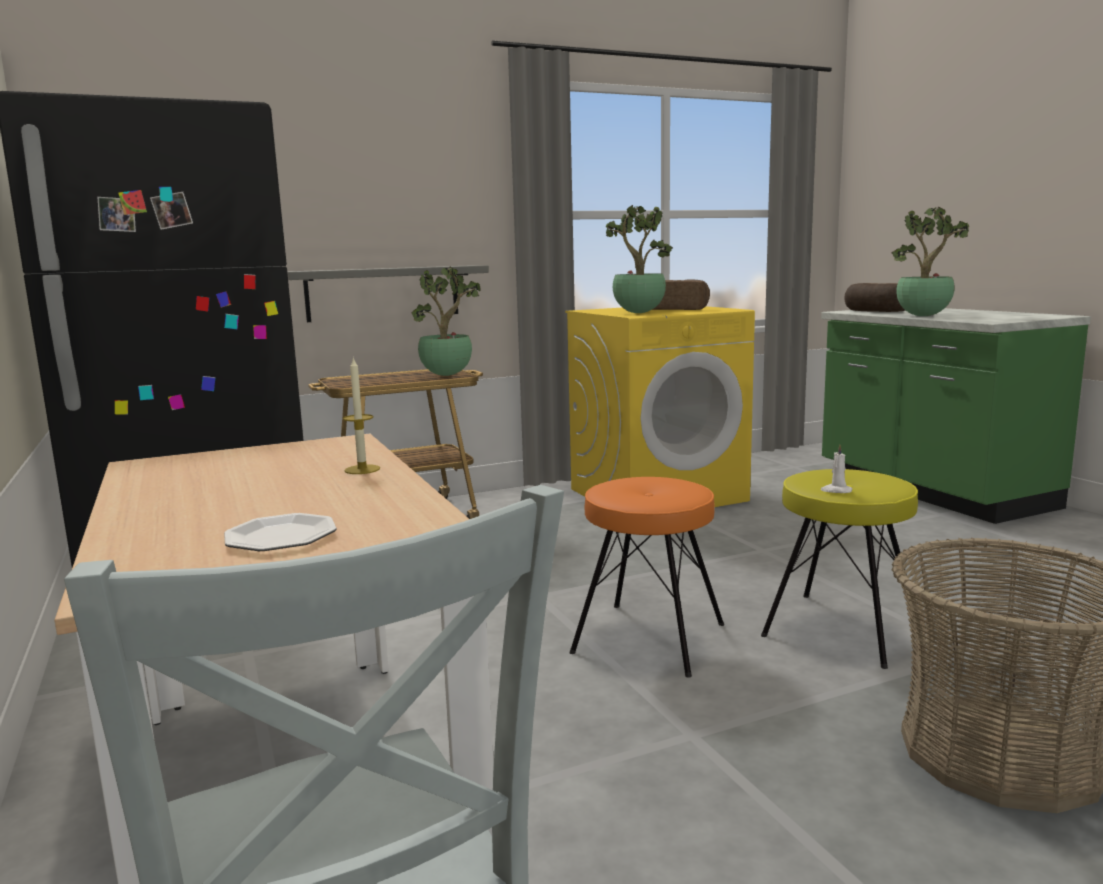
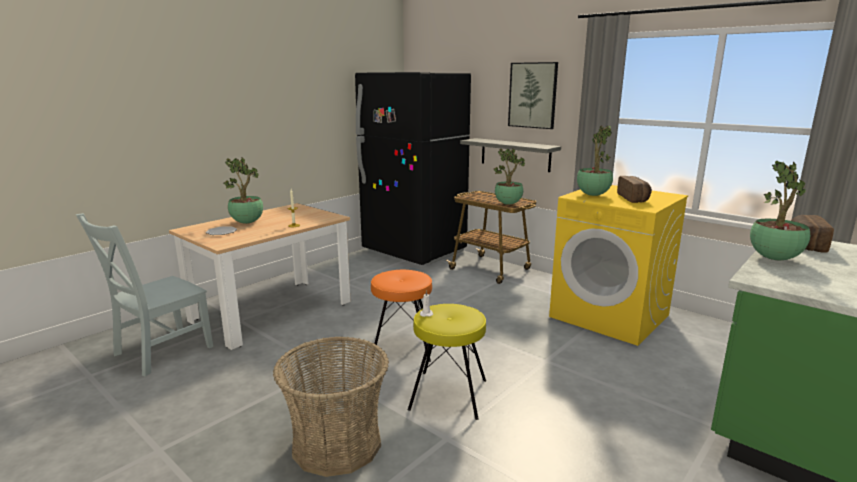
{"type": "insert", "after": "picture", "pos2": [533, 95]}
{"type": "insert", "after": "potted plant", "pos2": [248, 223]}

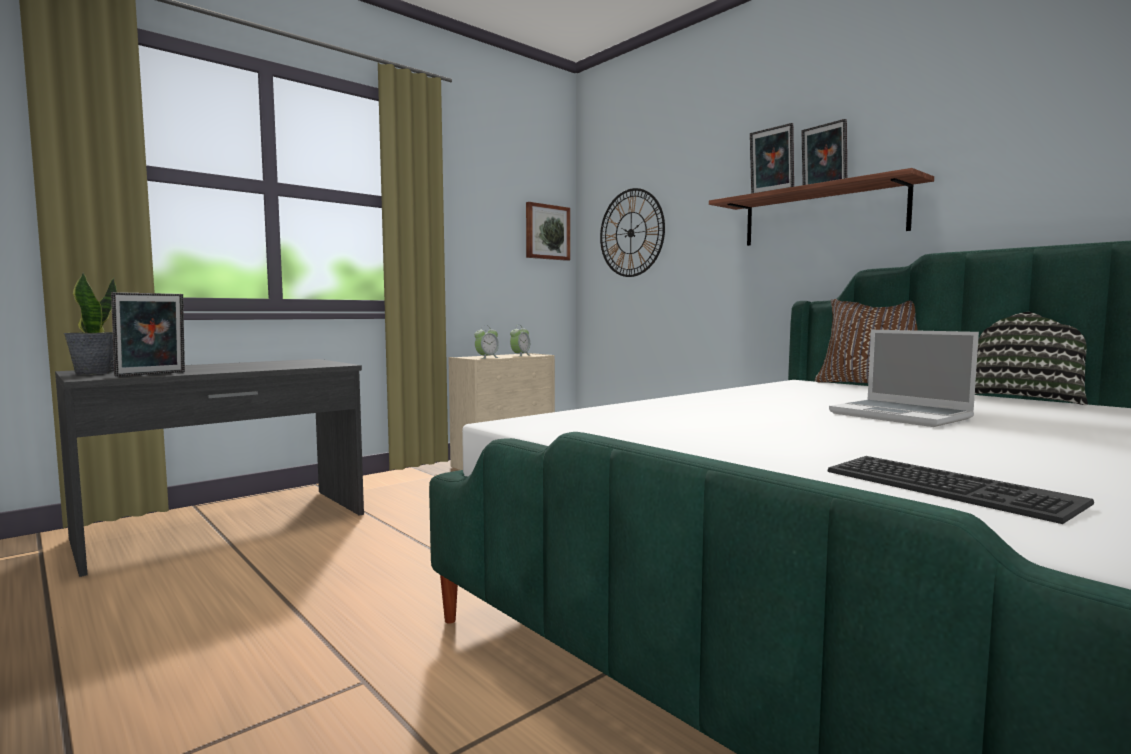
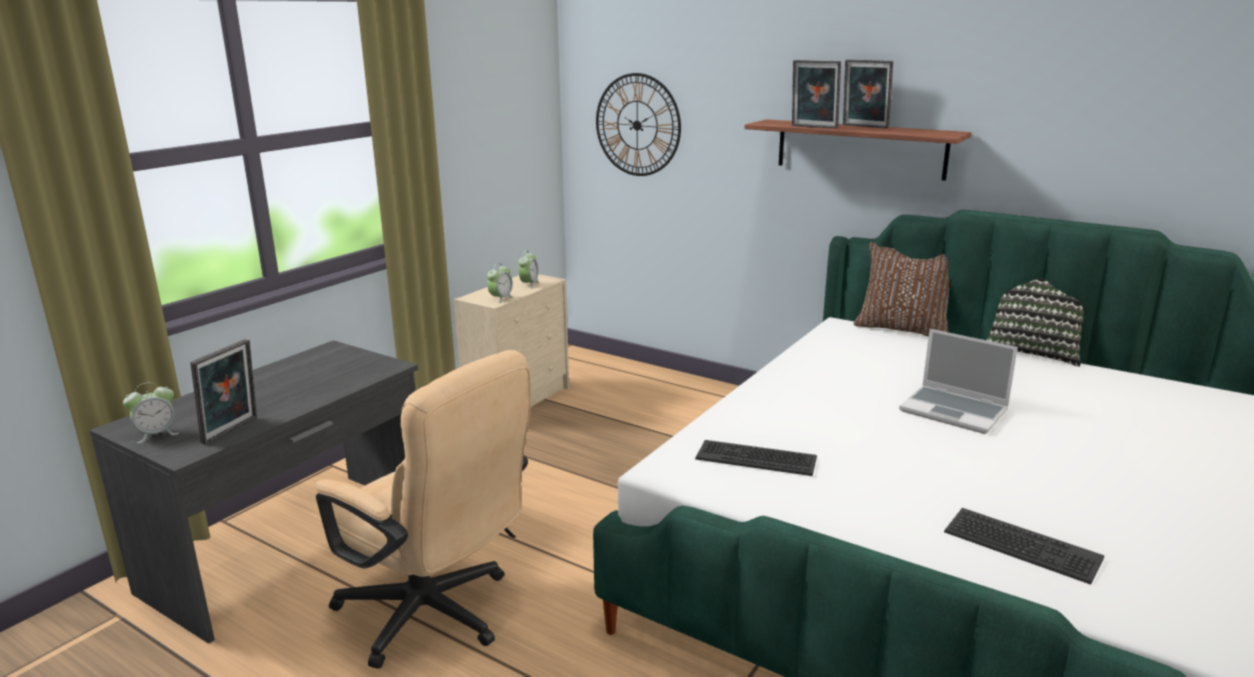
{"type": "delete", "before": "picture", "pos1": [547, 232]}
{"type": "replace", "before": "potted plant", "after": "alarm clock", "pos1": [94, 373], "pos2": [157, 434]}
{"type": "insert", "after": "beige office chair", "pos2": [436, 616]}
{"type": "insert", "after": "keyboard", "pos2": [756, 458]}

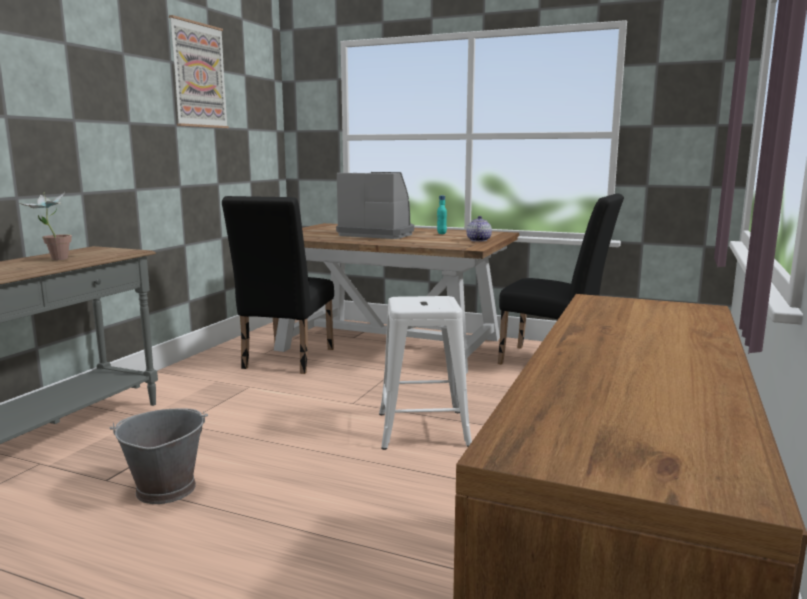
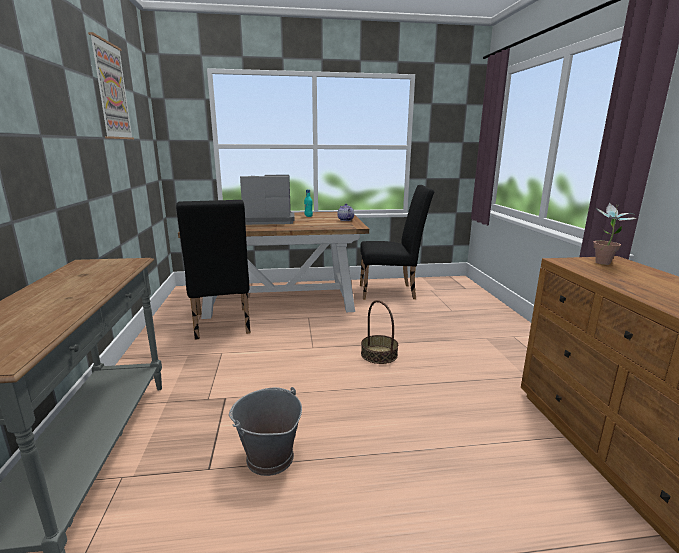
{"type": "move", "before": "potted plant", "pos1": [53, 259], "pos2": [604, 264]}
{"type": "replace", "before": "white stool", "after": "basket", "pos1": [423, 429], "pos2": [379, 354]}

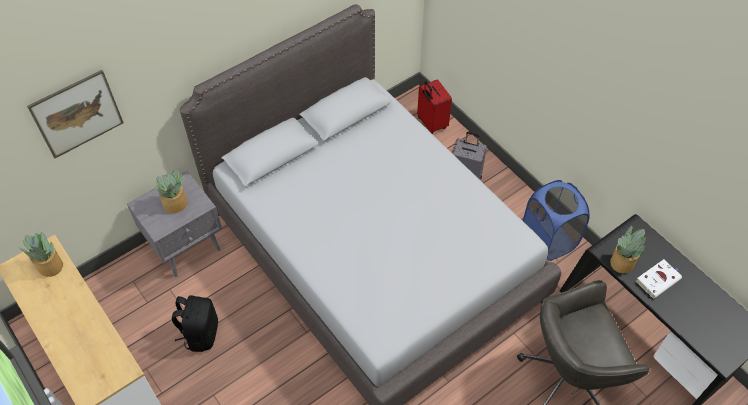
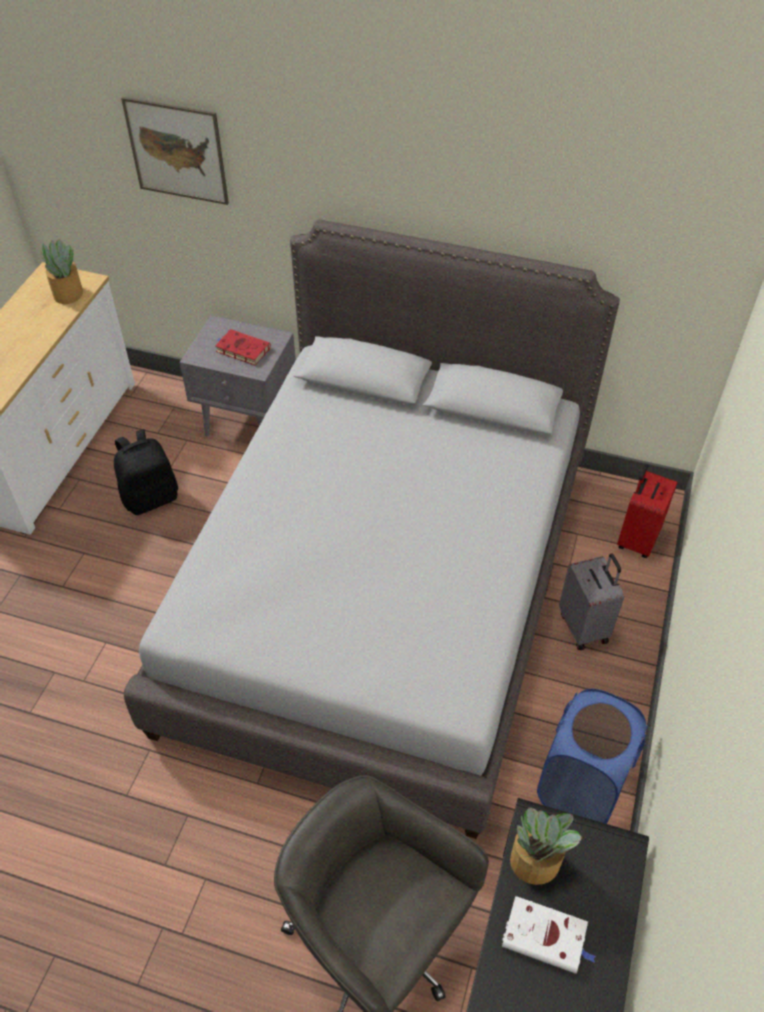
{"type": "replace", "before": "potted plant", "after": "red book", "pos1": [176, 204], "pos2": [241, 349]}

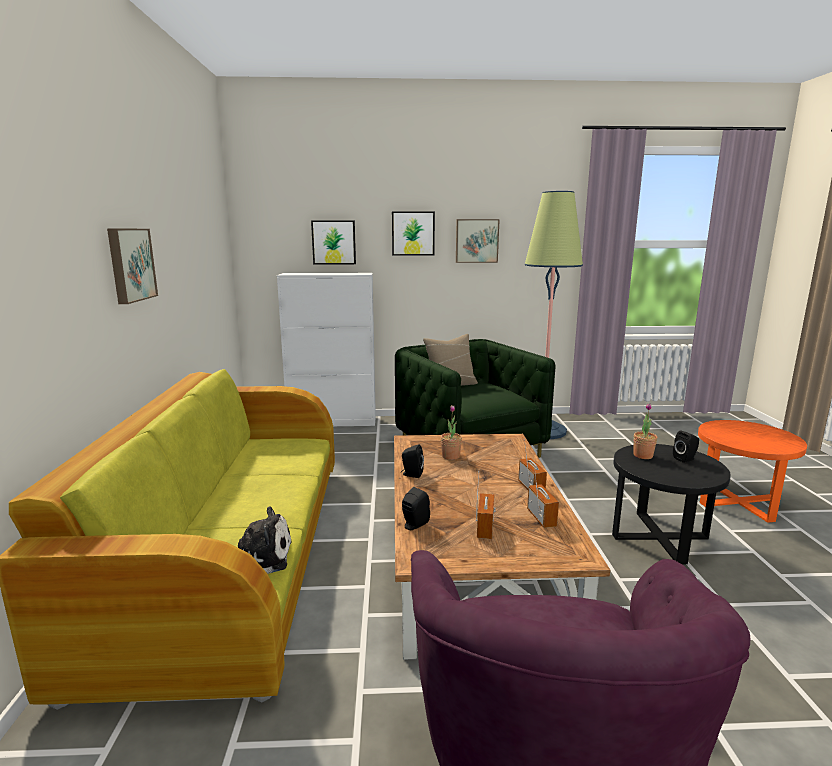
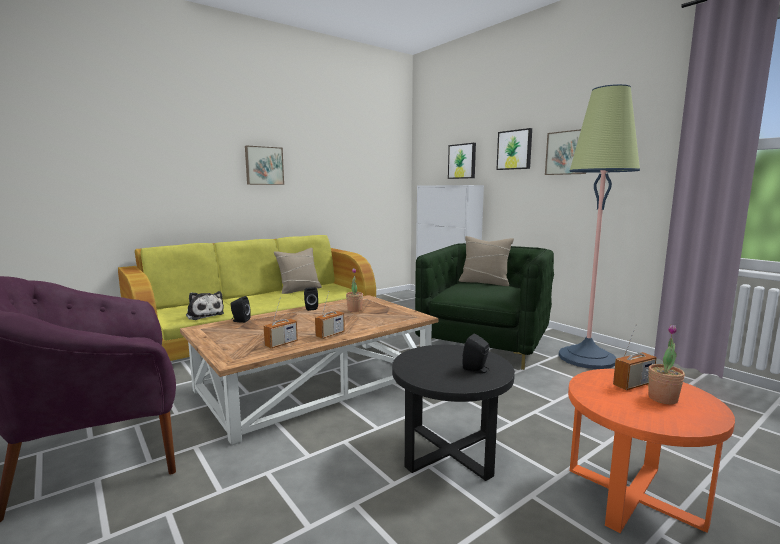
{"type": "move", "before": "potted plant", "pos1": [643, 455], "pos2": [662, 398]}
{"type": "move", "before": "radio", "pos1": [485, 528], "pos2": [633, 384]}
{"type": "insert", "after": "beige pillow", "pos2": [299, 290]}

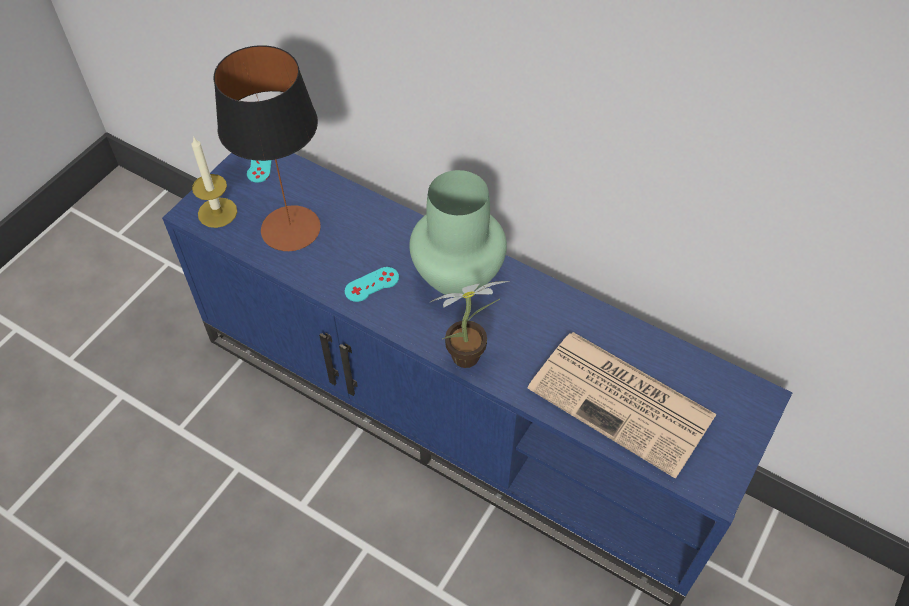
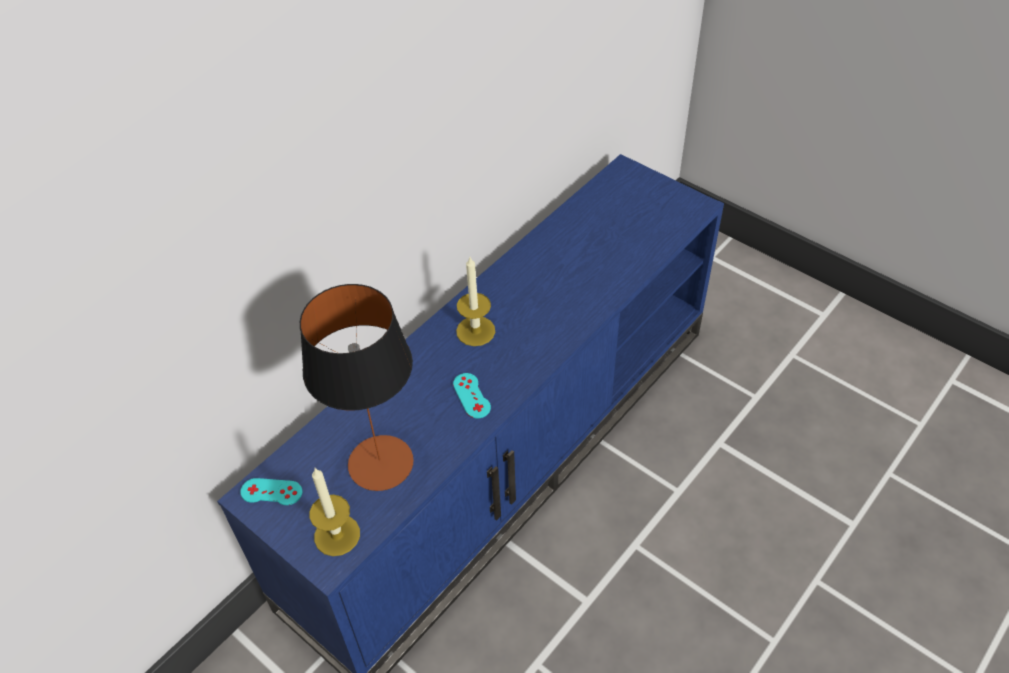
{"type": "replace", "before": "green vase", "after": "candle", "pos1": [456, 277], "pos2": [475, 331]}
{"type": "delete", "before": "potted plant", "pos1": [471, 355]}
{"type": "delete", "before": "newspaper", "pos1": [624, 402]}

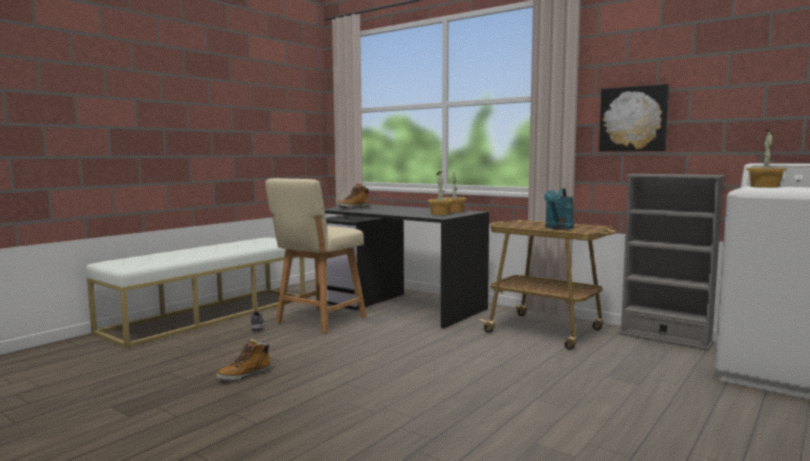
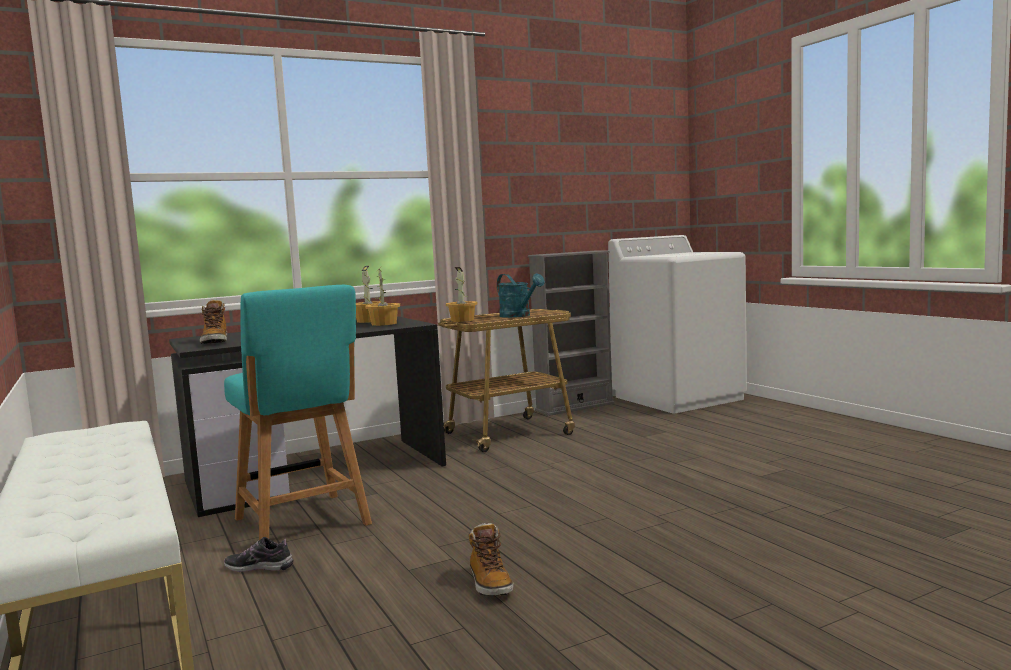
{"type": "delete", "before": "picture", "pos1": [633, 119]}
{"type": "move", "before": "potted plant", "pos1": [764, 186], "pos2": [462, 320]}
{"type": "recolor", "before": "beige chair", "after": "turquoise chair", "pos1": [318, 321], "pos2": [304, 523]}

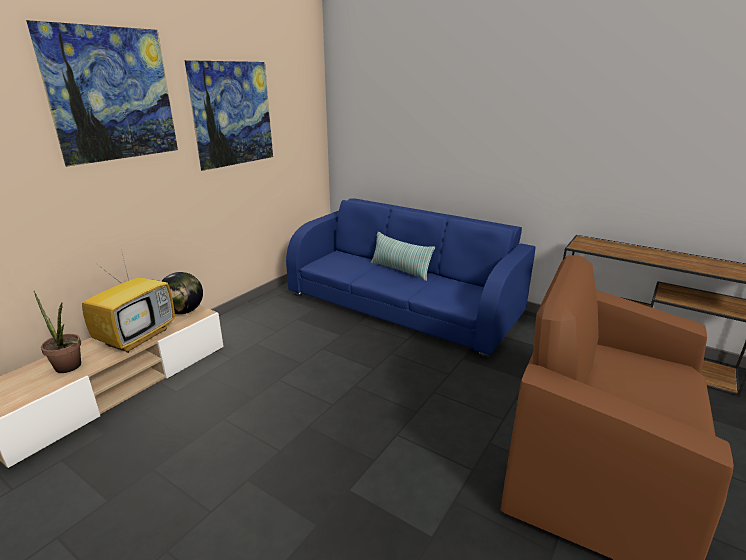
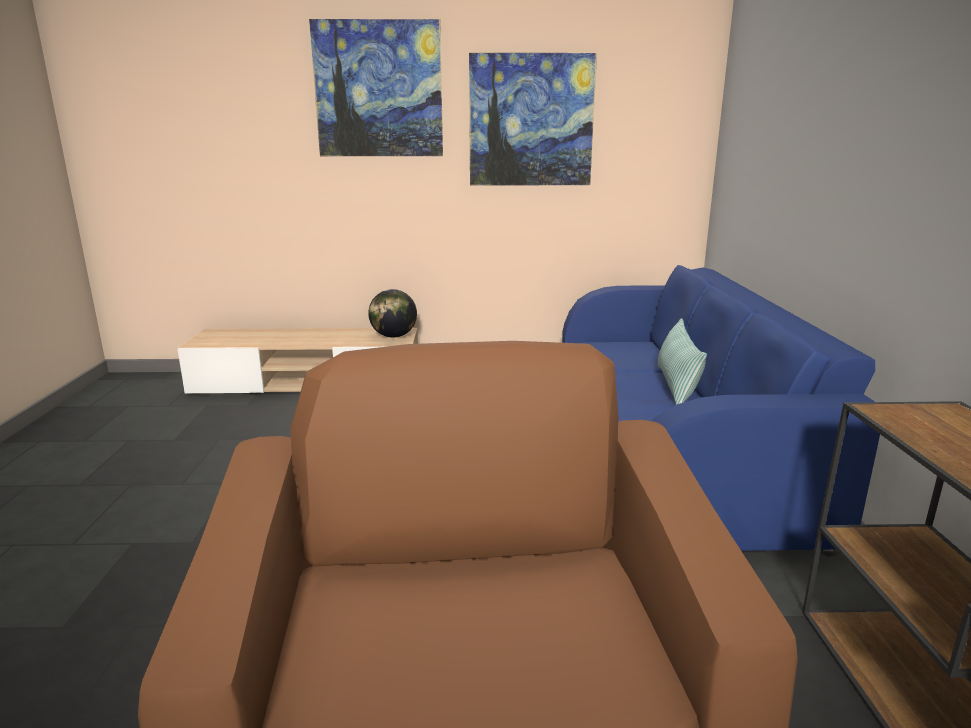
{"type": "delete", "before": "television", "pos1": [138, 337]}
{"type": "delete", "before": "potted plant", "pos1": [70, 368]}

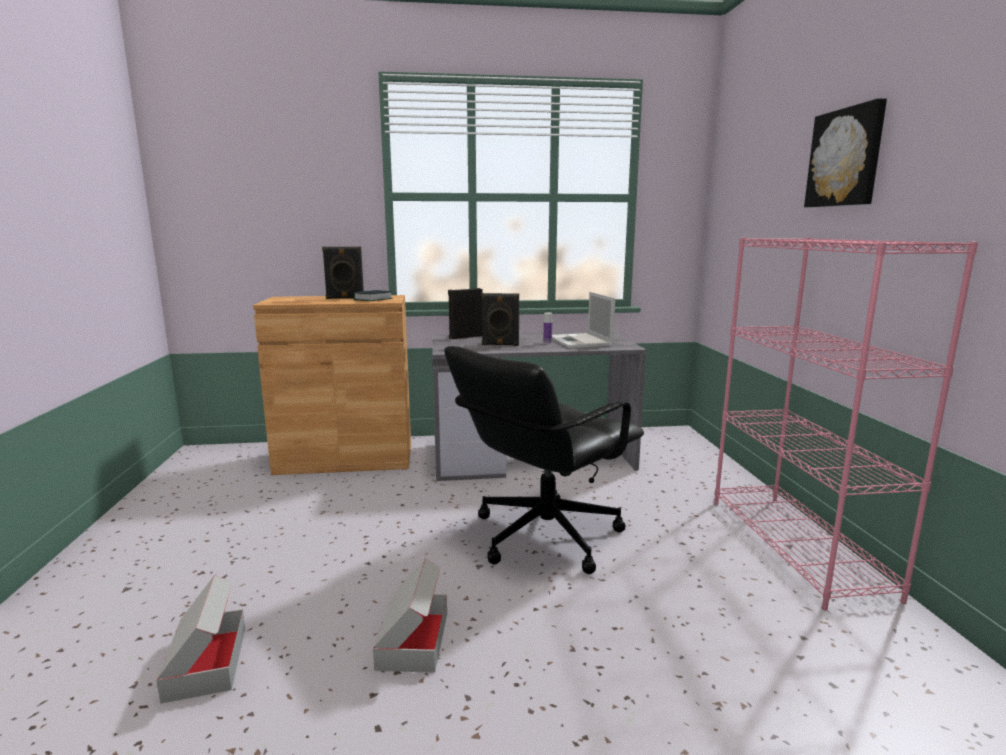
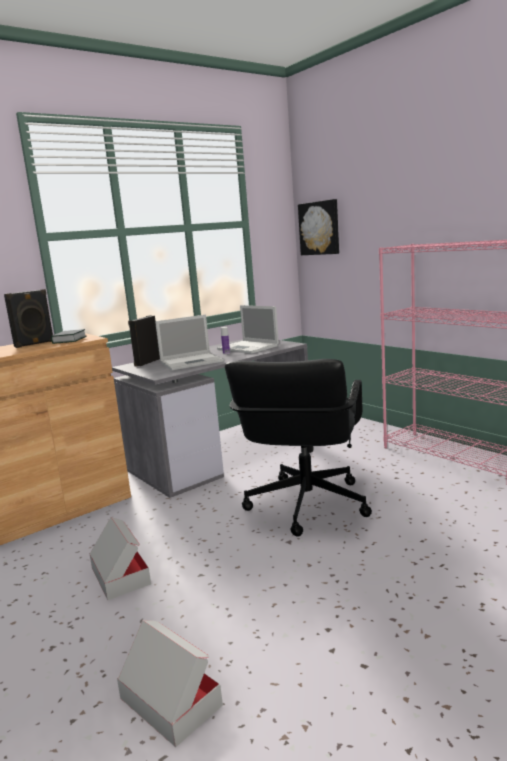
{"type": "move", "before": "picture", "pos1": [846, 158], "pos2": [320, 228]}
{"type": "replace", "before": "black speaker", "after": "laptop", "pos1": [500, 345], "pos2": [192, 362]}
{"type": "move", "before": "cardboard box", "pos1": [413, 640], "pos2": [120, 576]}

